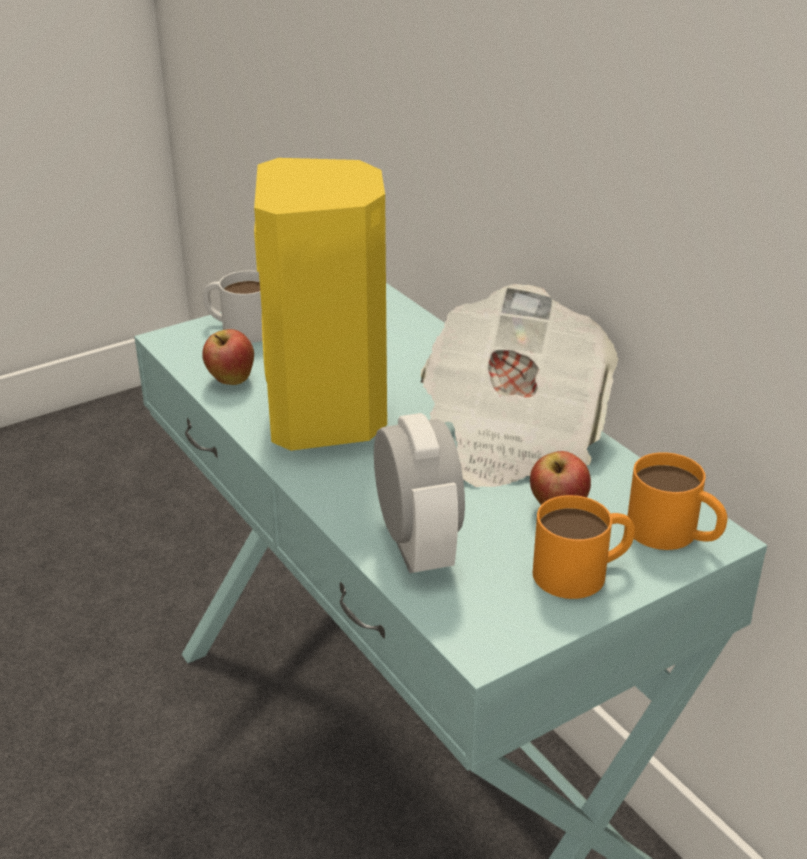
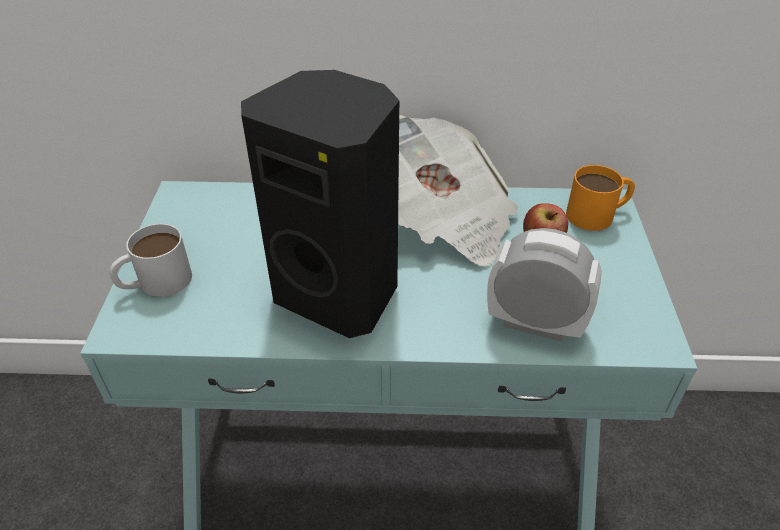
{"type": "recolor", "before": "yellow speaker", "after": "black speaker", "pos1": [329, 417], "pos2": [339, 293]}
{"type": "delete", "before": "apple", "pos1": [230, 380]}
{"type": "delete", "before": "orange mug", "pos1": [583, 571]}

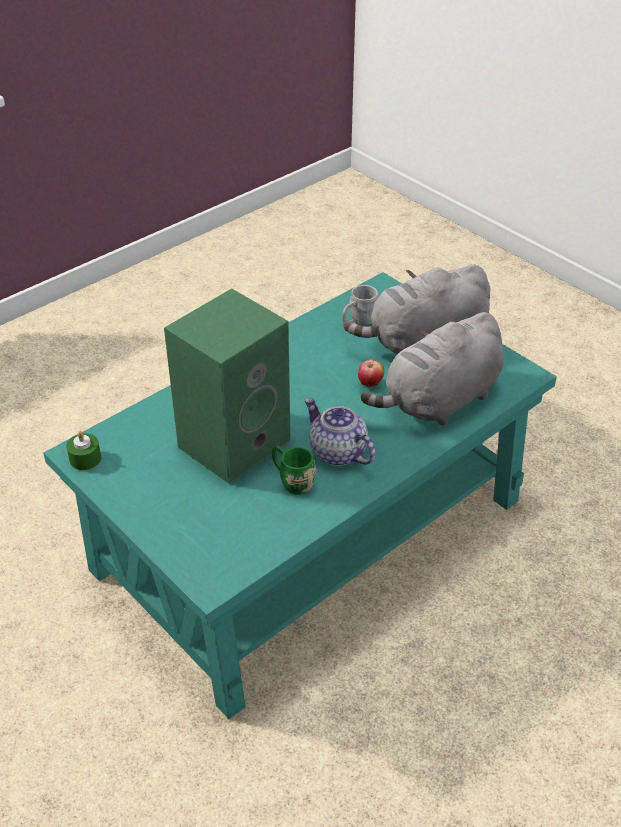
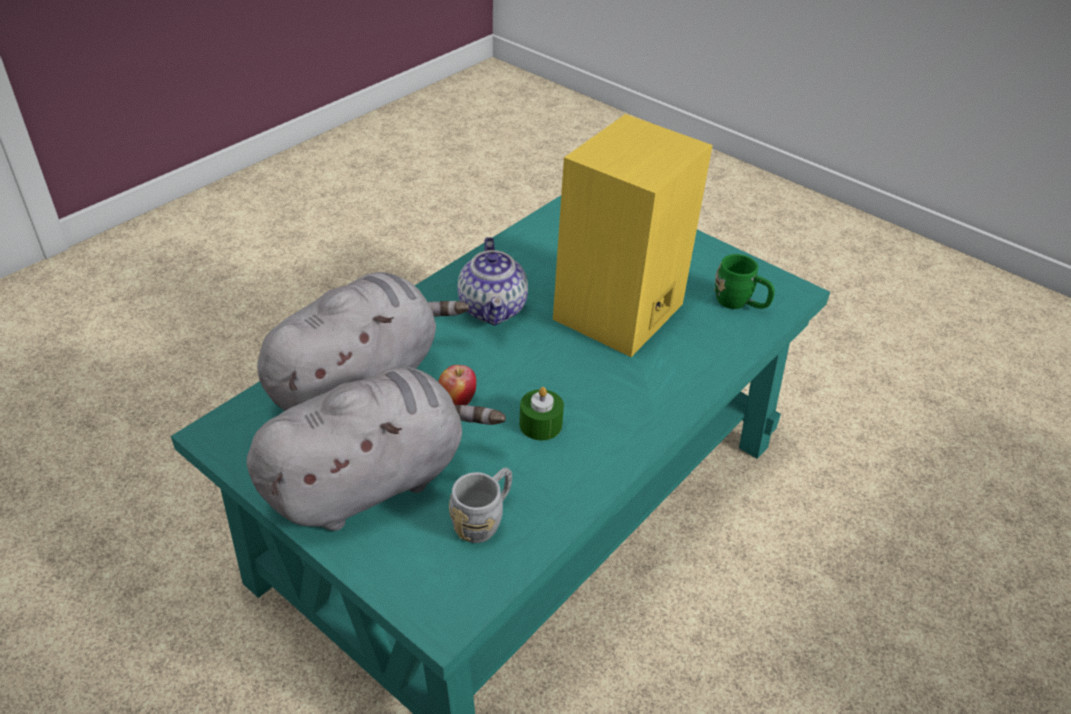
{"type": "recolor", "before": "green speaker", "after": "yellow speaker", "pos1": [234, 441], "pos2": [619, 314]}
{"type": "rotate", "before": "teapot", "pos1": [337, 452], "pos2": [493, 309], "turn": 45}
{"type": "move", "before": "green candle", "pos1": [85, 459], "pos2": [540, 424]}
{"type": "move", "before": "green mug", "pos1": [291, 480], "pos2": [740, 303]}

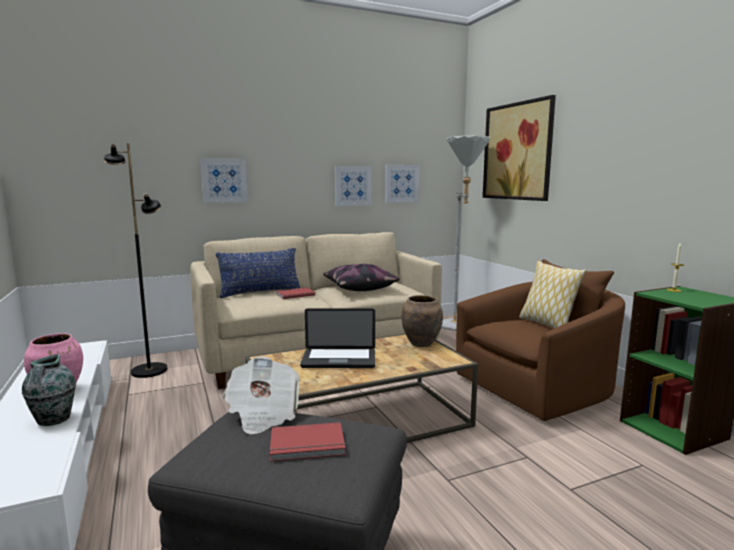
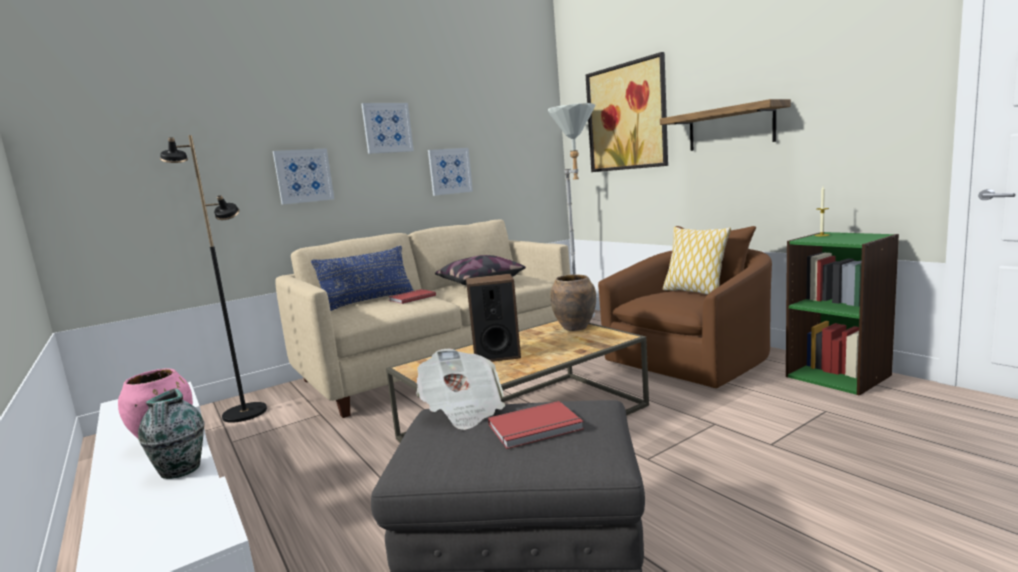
{"type": "move", "before": "picture", "pos1": [401, 183], "pos2": [387, 128]}
{"type": "replace", "before": "laptop", "after": "speaker", "pos1": [339, 360], "pos2": [496, 355]}
{"type": "insert", "after": "shelf", "pos2": [730, 128]}

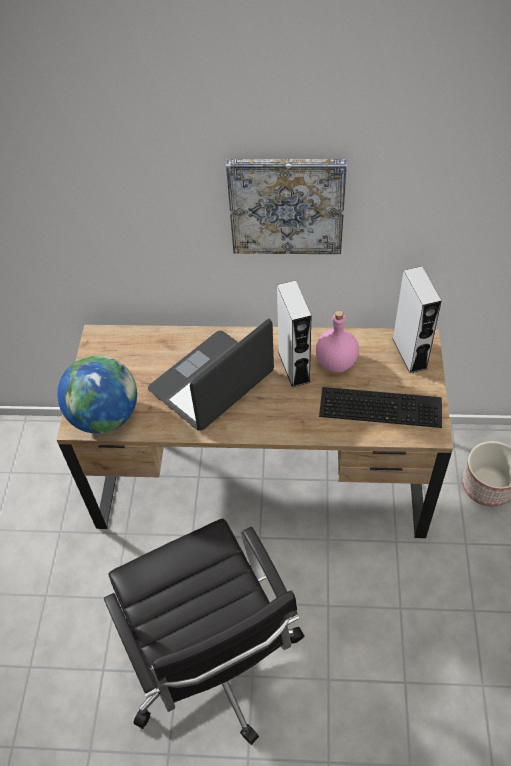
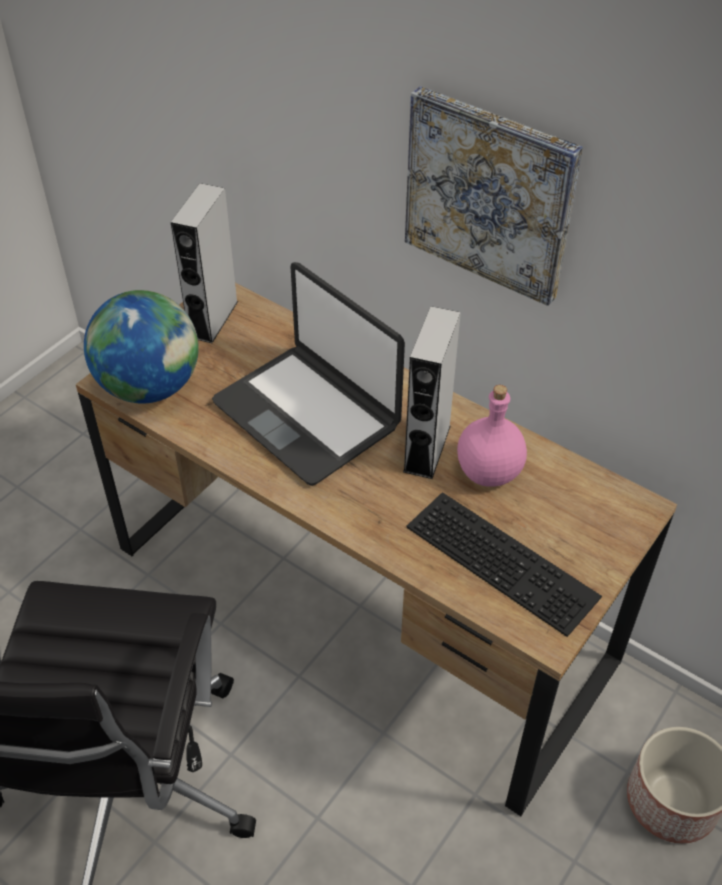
{"type": "move", "before": "grey speaker", "pos1": [409, 353], "pos2": [213, 319]}
{"type": "rotate", "before": "laptop", "pos1": [212, 382], "pos2": [307, 414], "turn": -120}

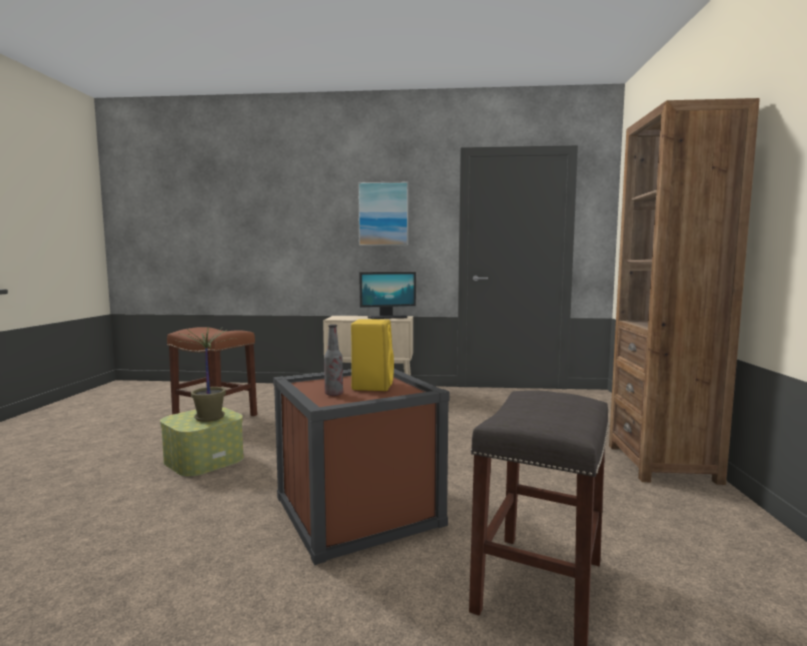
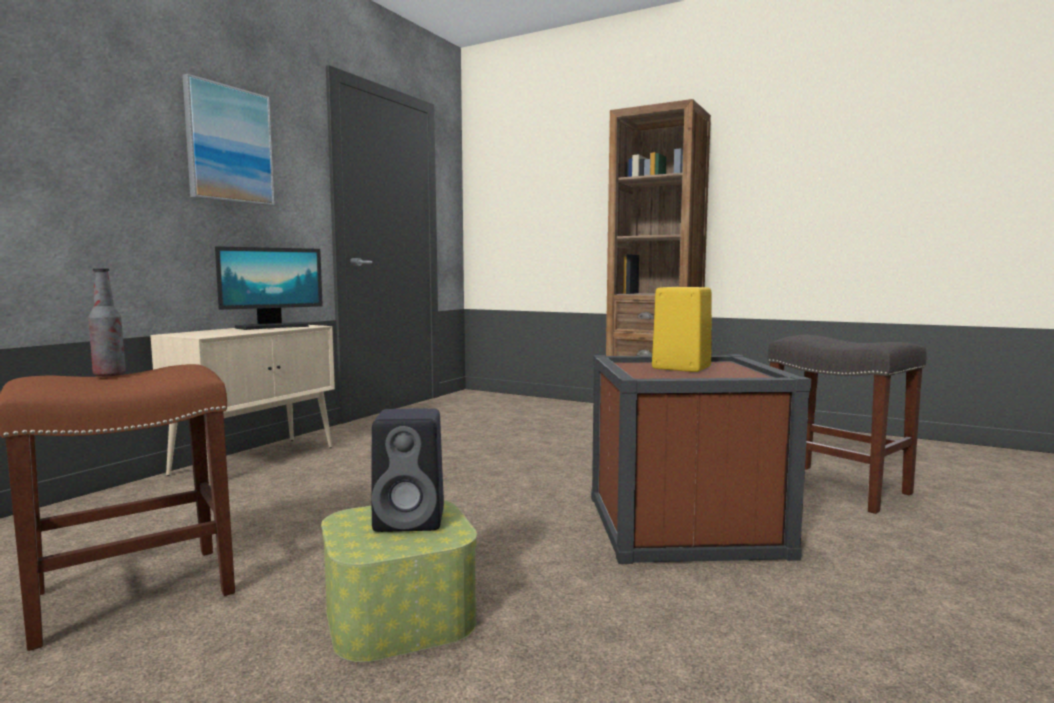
{"type": "rotate", "before": "monitor", "pos1": [388, 317], "pos2": [273, 327], "turn": 45}
{"type": "move", "before": "bottle", "pos1": [333, 394], "pos2": [109, 375]}
{"type": "replace", "before": "potted plant", "after": "black speaker", "pos1": [210, 418], "pos2": [412, 520]}

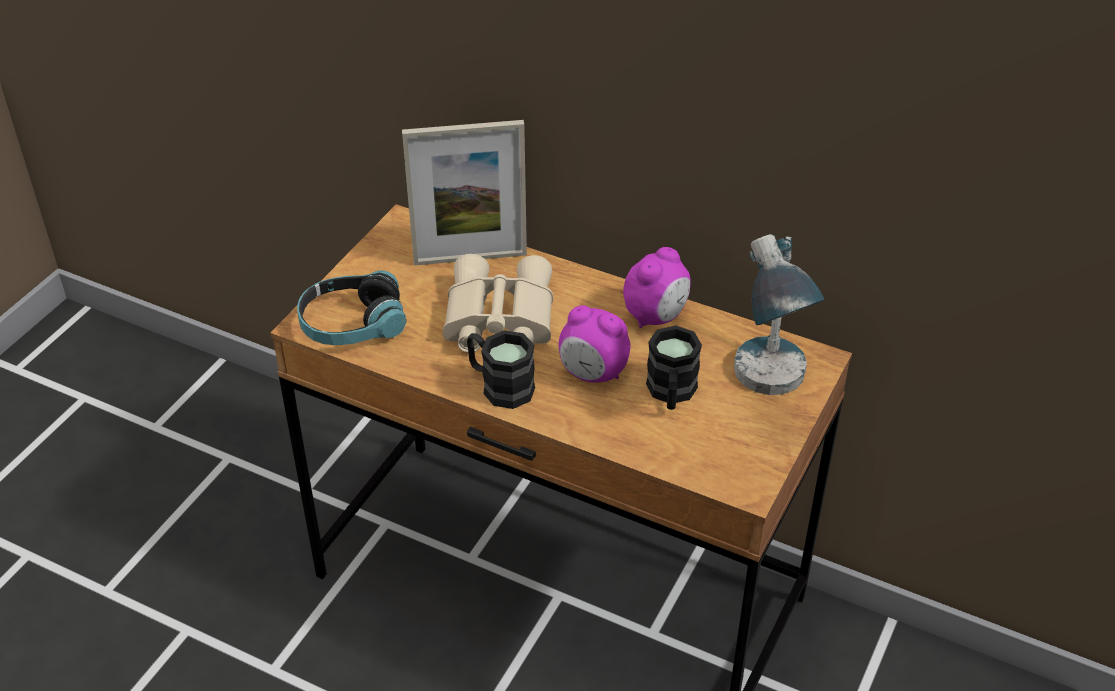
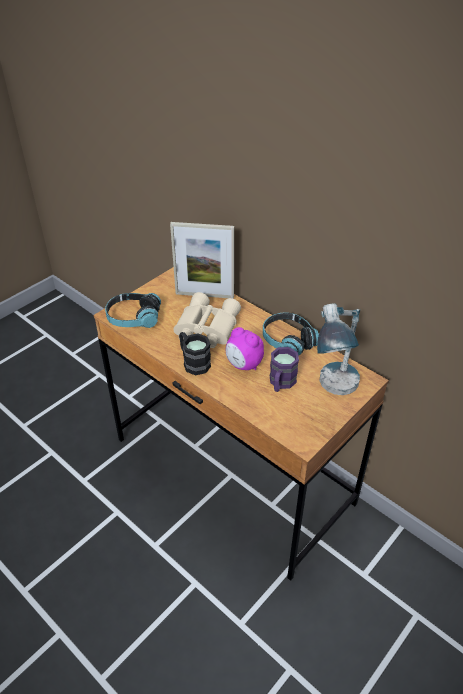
{"type": "replace", "before": "alarm clock", "after": "headphones", "pos1": [656, 316], "pos2": [288, 341]}
{"type": "recolor", "before": "black mug", "after": "purple mug", "pos1": [671, 393], "pos2": [281, 383]}

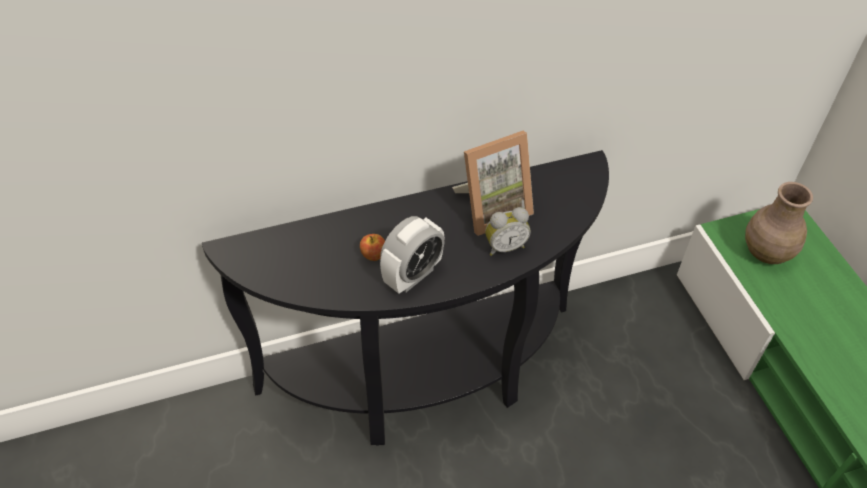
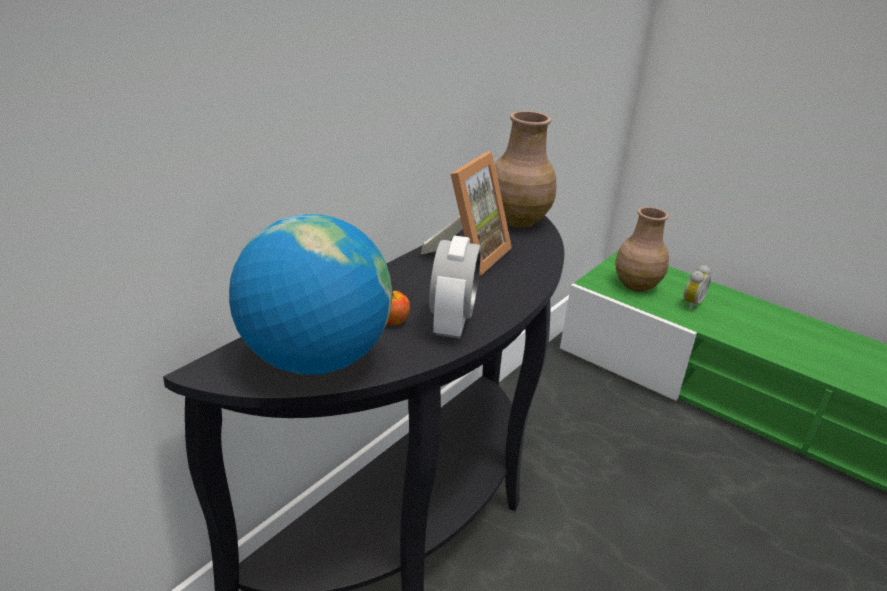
{"type": "move", "before": "alarm clock", "pos1": [504, 246], "pos2": [690, 304]}
{"type": "insert", "after": "brown vase", "pos2": [517, 220]}
{"type": "insert", "after": "globe", "pos2": [313, 359]}

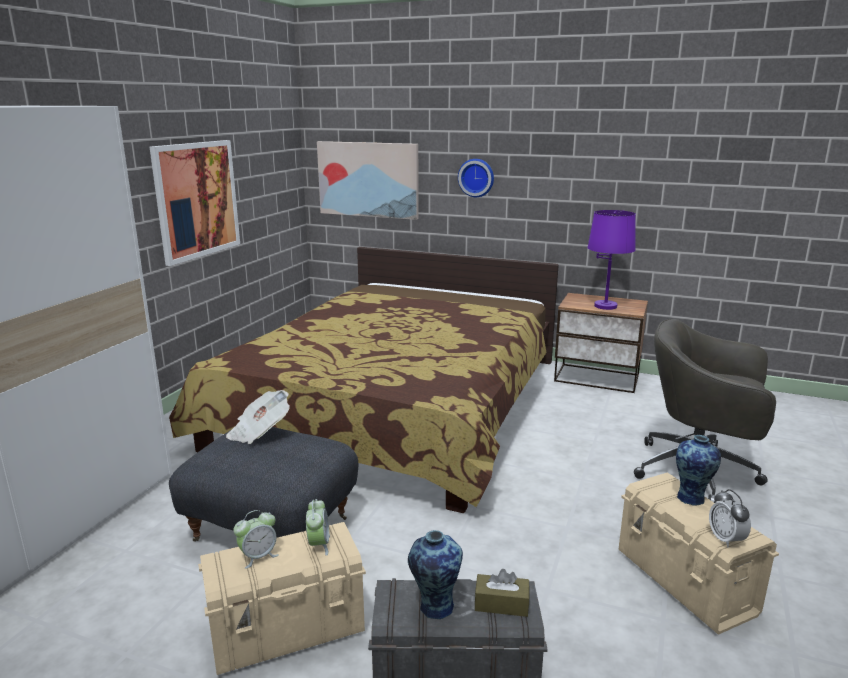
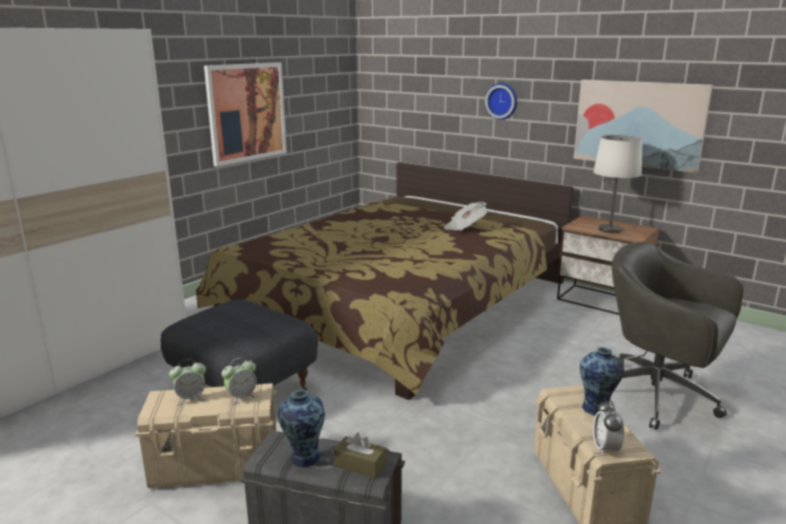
{"type": "move", "before": "picture", "pos1": [368, 179], "pos2": [638, 124]}
{"type": "recolor", "before": "purple table lamp", "after": "white table lamp", "pos1": [605, 306], "pos2": [610, 230]}
{"type": "move", "before": "newspaper", "pos1": [259, 432], "pos2": [465, 227]}
{"type": "rotate", "before": "alarm clock", "pos1": [318, 544], "pos2": [241, 397], "turn": 45}

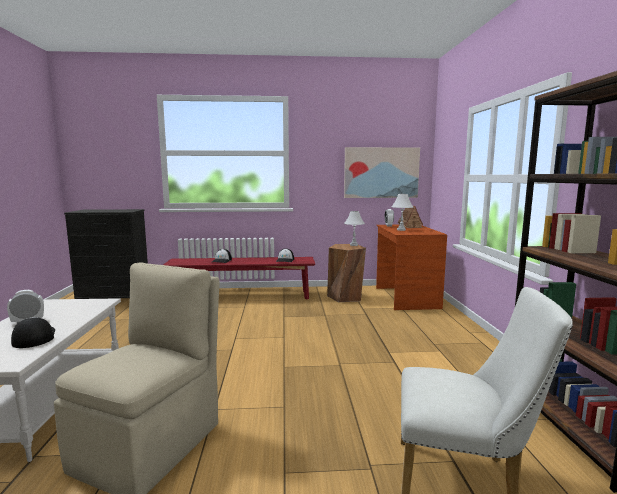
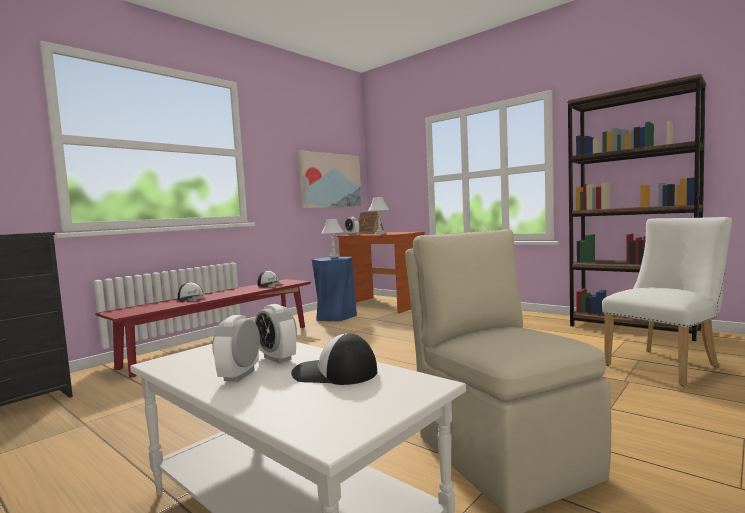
{"type": "recolor", "before": "brown stool", "after": "blue stool", "pos1": [345, 297], "pos2": [335, 317]}
{"type": "insert", "after": "alarm clock", "pos2": [277, 358]}

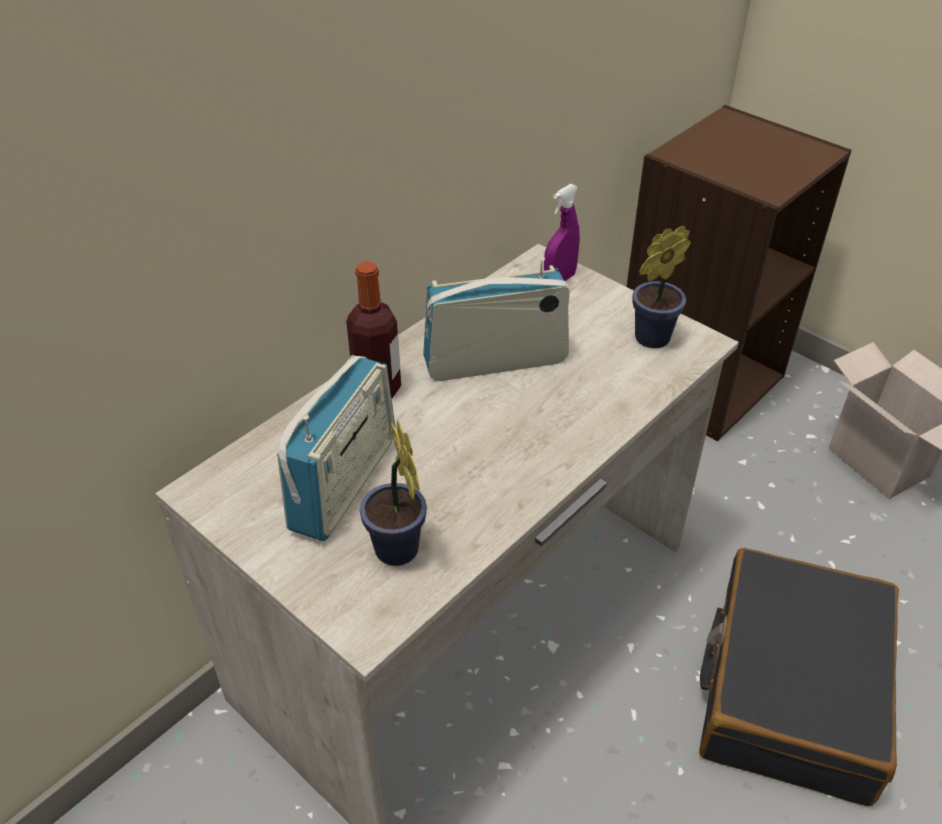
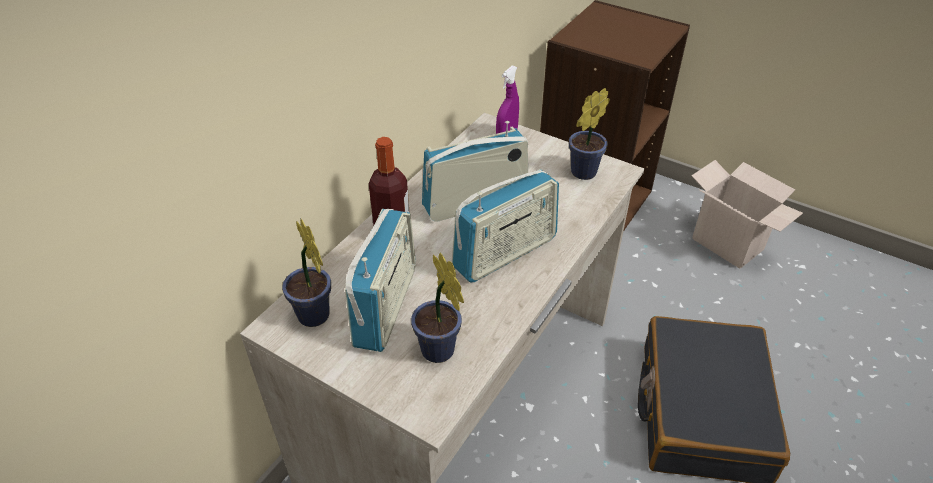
{"type": "insert", "after": "radio", "pos2": [505, 253]}
{"type": "insert", "after": "potted plant", "pos2": [315, 318]}

